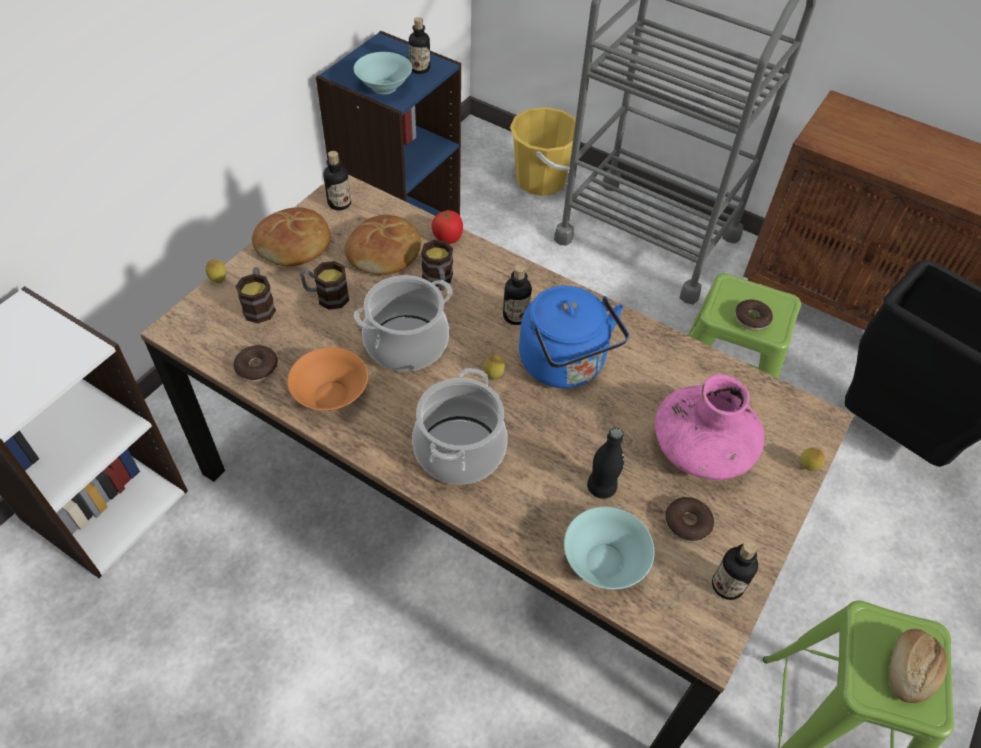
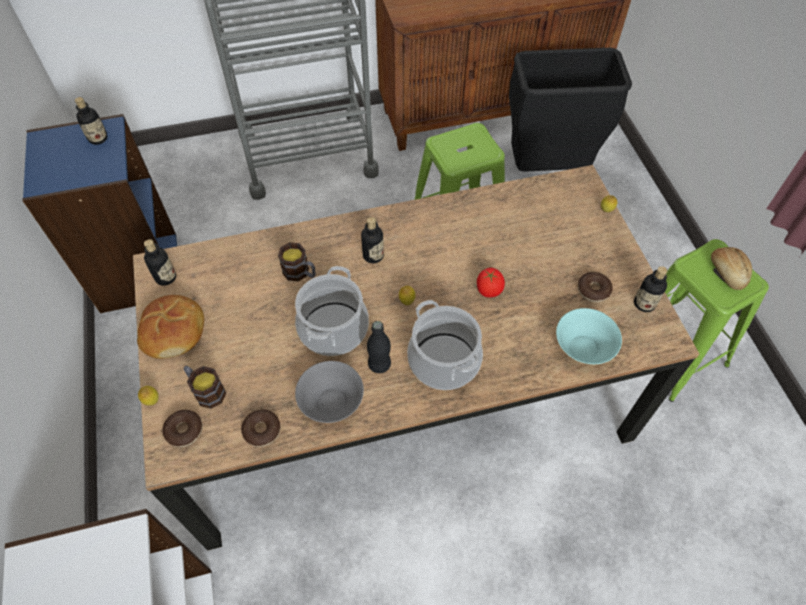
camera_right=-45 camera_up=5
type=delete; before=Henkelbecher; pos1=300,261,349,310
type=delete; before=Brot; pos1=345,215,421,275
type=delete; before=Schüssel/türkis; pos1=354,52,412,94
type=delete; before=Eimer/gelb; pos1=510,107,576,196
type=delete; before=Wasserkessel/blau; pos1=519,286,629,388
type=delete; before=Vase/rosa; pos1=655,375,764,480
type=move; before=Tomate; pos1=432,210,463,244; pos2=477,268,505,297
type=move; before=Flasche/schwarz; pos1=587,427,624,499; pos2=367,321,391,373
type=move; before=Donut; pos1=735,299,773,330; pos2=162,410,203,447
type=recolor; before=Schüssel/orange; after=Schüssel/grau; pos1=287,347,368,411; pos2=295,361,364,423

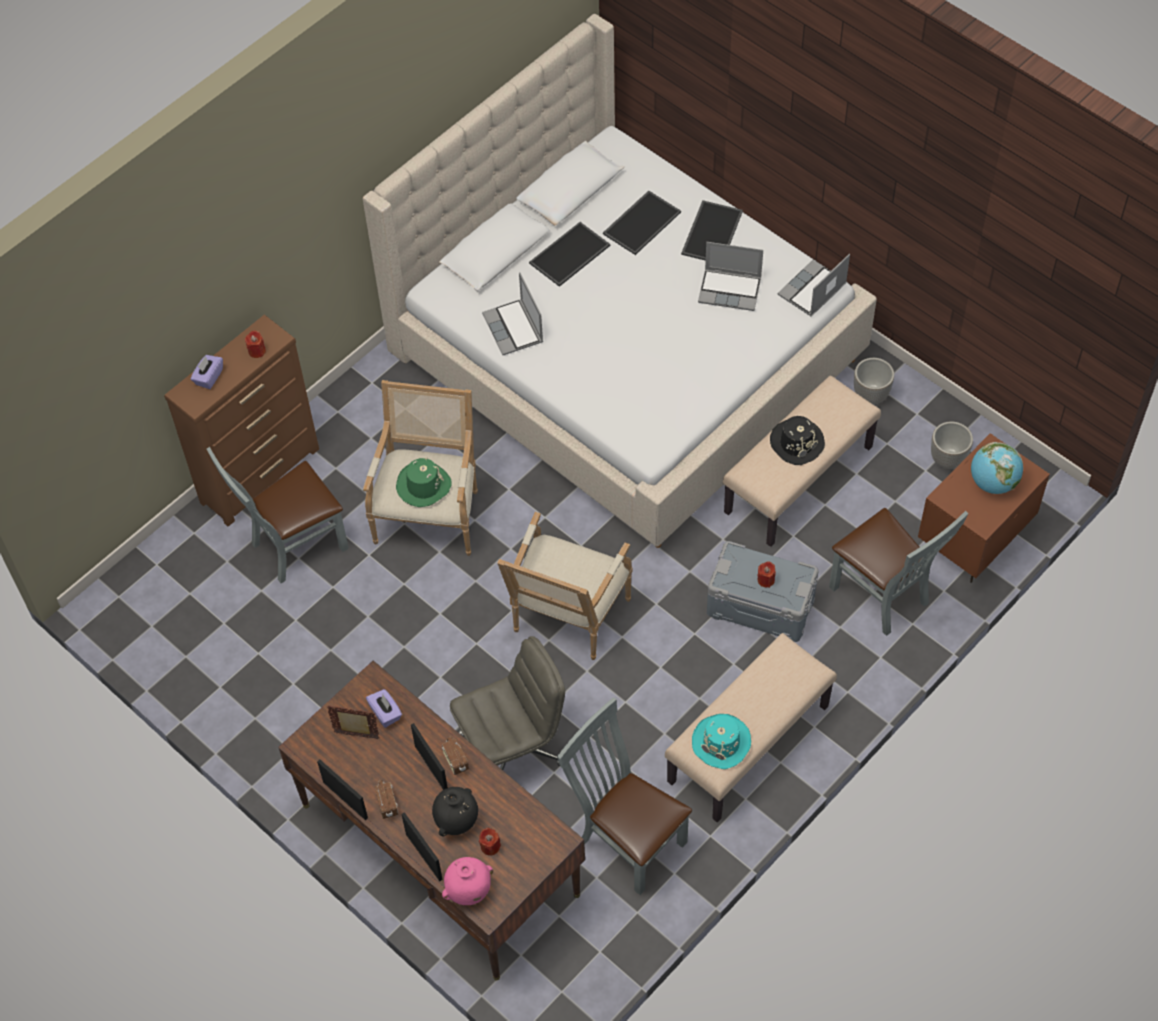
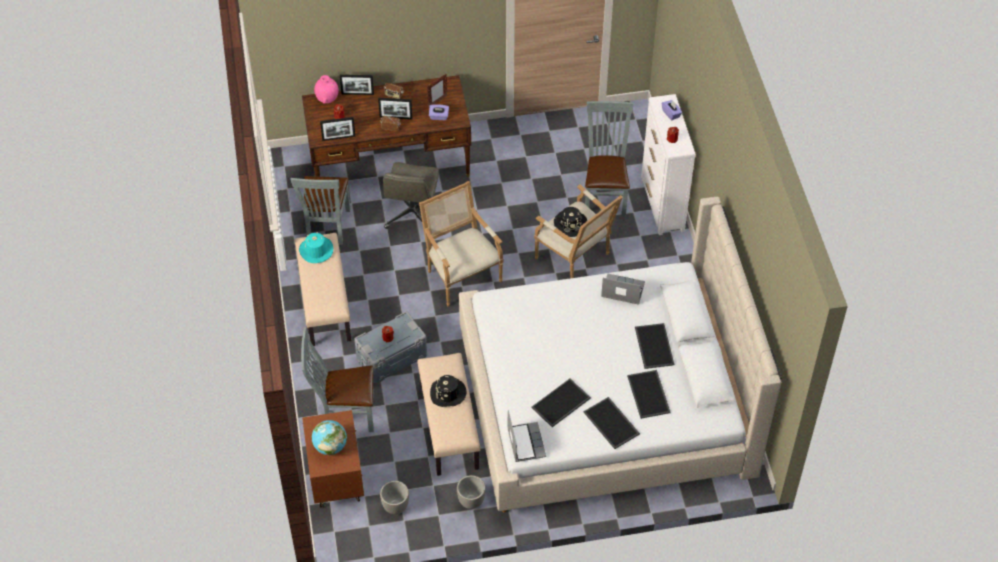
camera_right=125 camera_up=-5
type=delete; before=Vase/schwarz; pos1=432,787,478,836
type=move; before=Bilderrahmen; pos1=317,759,368,820; pos2=320,117,355,141
type=replace; before=Laptop; after=Tablett; pos1=698,242,763,311; pos2=531,379,591,427
type=recolor; before=Kommode/braun; after=Kommode/weiß; pos1=164,315,319,527; pos2=641,94,696,235
type=recolor; before=Hut/grün; after=Hut/schwarz; pos1=396,457,452,507; pos2=554,207,587,237
type=rotate; before=Stuhl/grau; pos1=557,697,692,895; pos2=290,176,350,245; turn=105

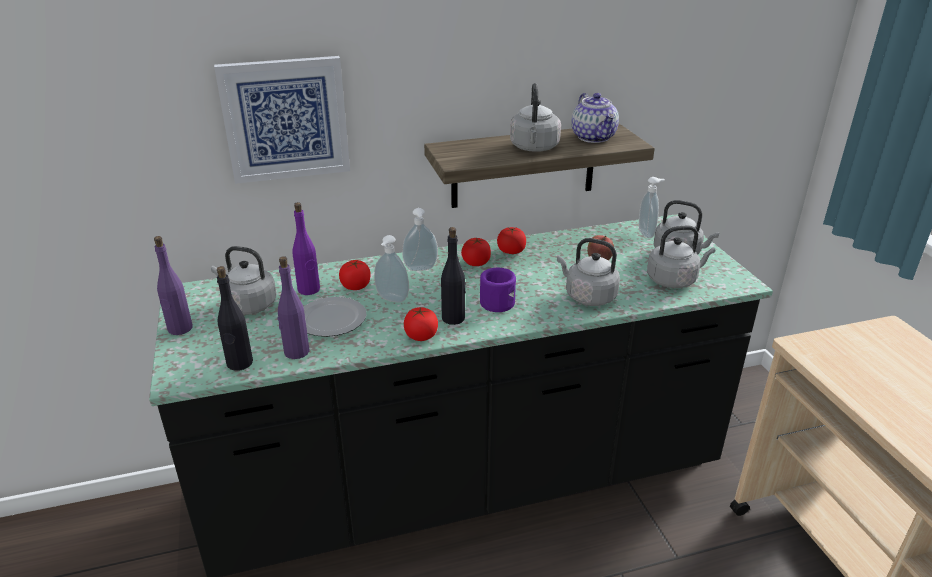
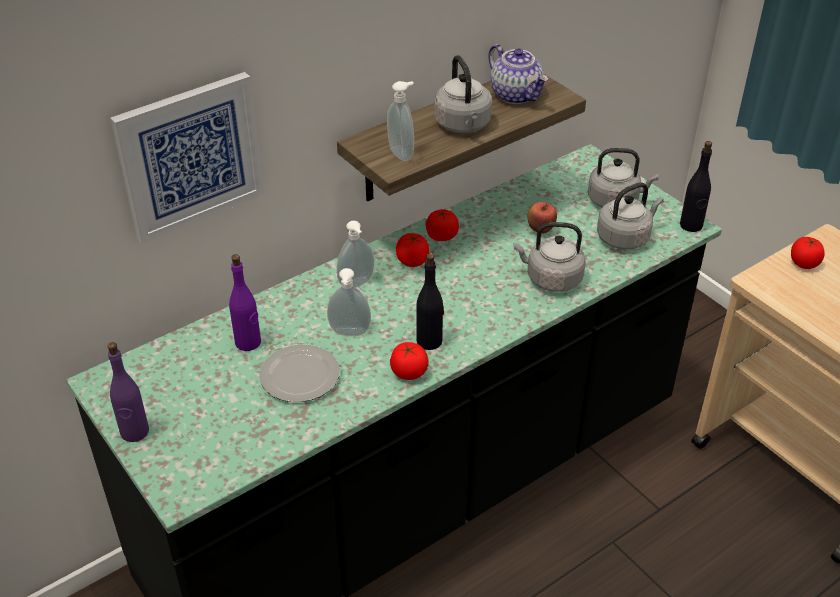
camera_right=-20 camera_up=10
type=delete; before=Wasserkessel/grau; pos1=211,246,277,315
type=delete; before=Flasche/lila; pos1=278,256,309,359
type=delete; before=Henkelbecher/lila; pos1=480,268,516,312
type=move; before=Flasche/schwarz; pos1=217,266,253,371; pos2=680,141,712,232
type=move; before=Tomate; pos1=339,260,371,290; pos2=791,237,825,269
type=move; before=Seifenspender; pos1=639,177,665,238; pos2=387,81,414,161

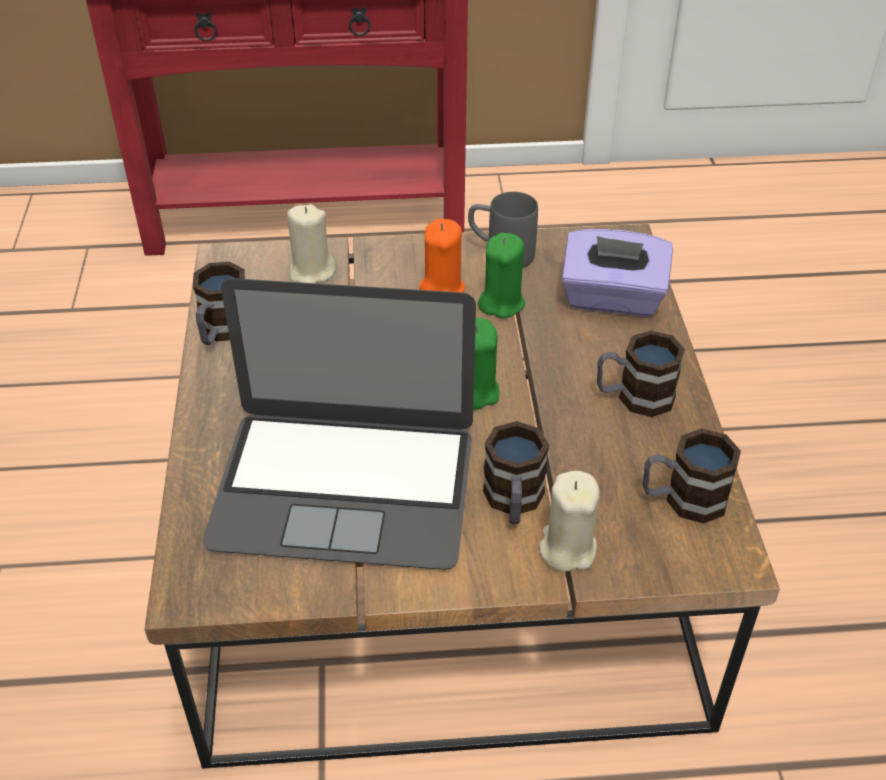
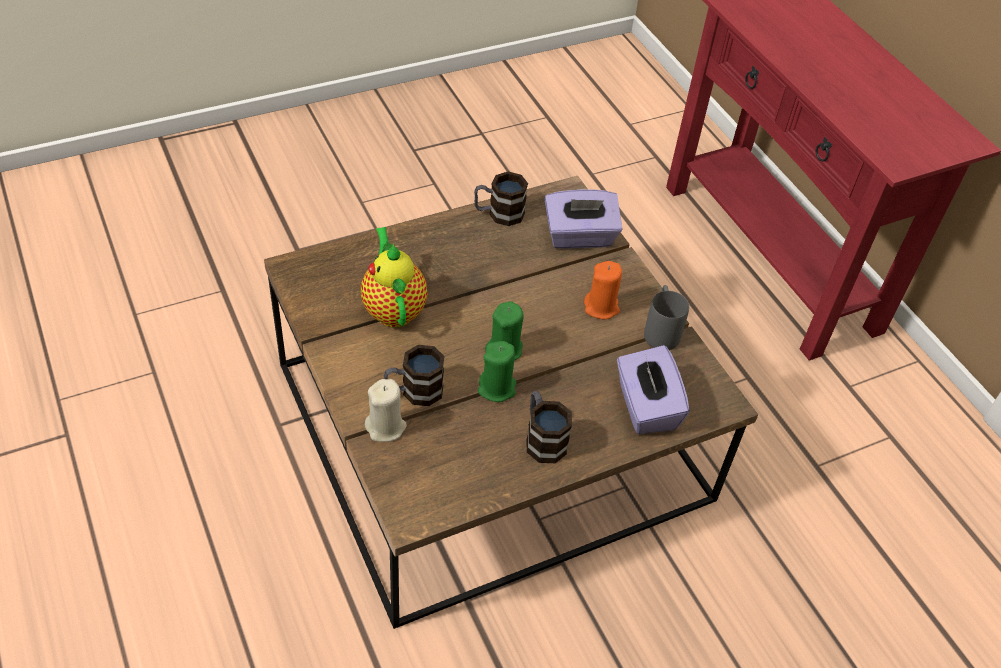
camera_right=65 camera_up=5
type=delete; before=Henkelbecher; pos1=643,428,741,523
type=move; before=Kerze/grün; pos1=478,233,525,318; pos2=478,341,516,402
type=replace; before=Laptop; after=Teekanne; pos1=202,278,476,570; pos2=361,227,427,327
type=replace; before=Kerze/beige; after=Taschentuchbox/lila; pos1=287,205,336,283; pos2=544,189,622,249

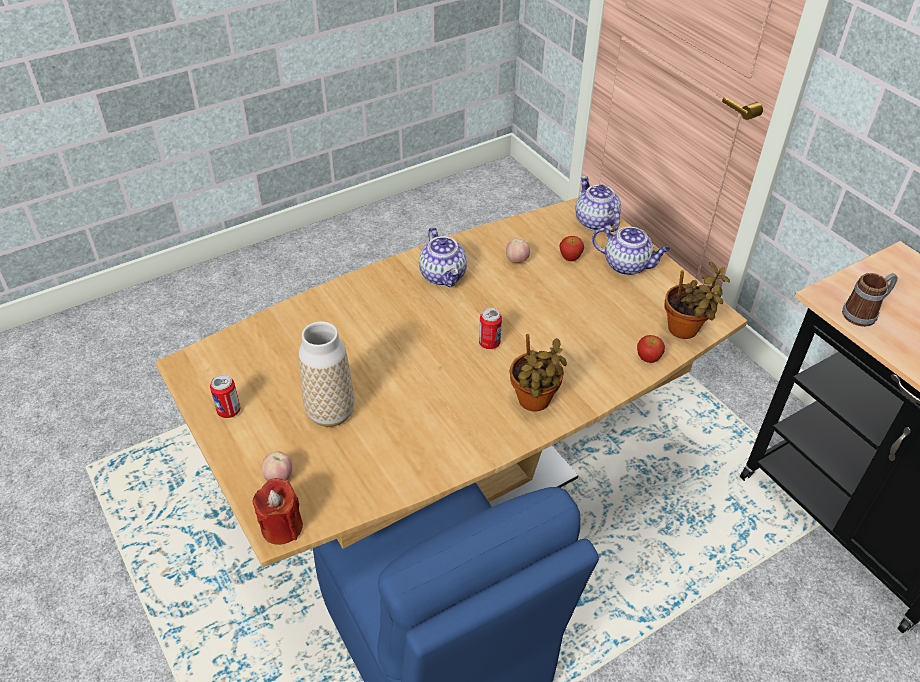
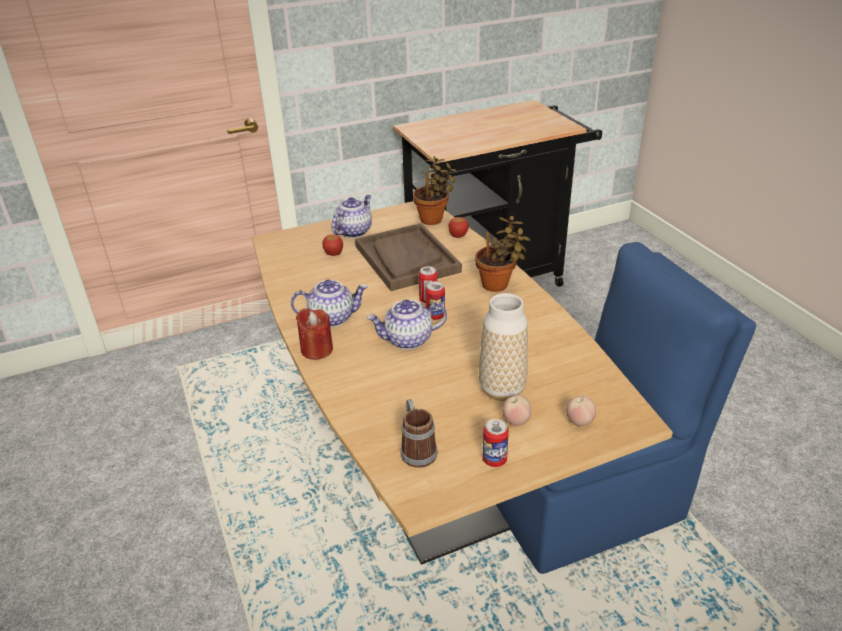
camera_right=-80 camera_up=-10
type=insert; after=Tablett/braun; pos2=355,223,462,291
type=insert; after=Dose; pos2=425,282,445,320
type=move; before=Kerze/rot; pos1=253,478,303,545; pos2=296,309,333,360
type=move; before=Apfel; pos1=506,239,530,263; pos2=502,395,531,426
type=move; before=Teekanne; pos1=575,176,621,232; pos2=367,299,447,350
type=move; before=Henkelbecher; pos1=842,273,898,327; pos2=400,399,438,468

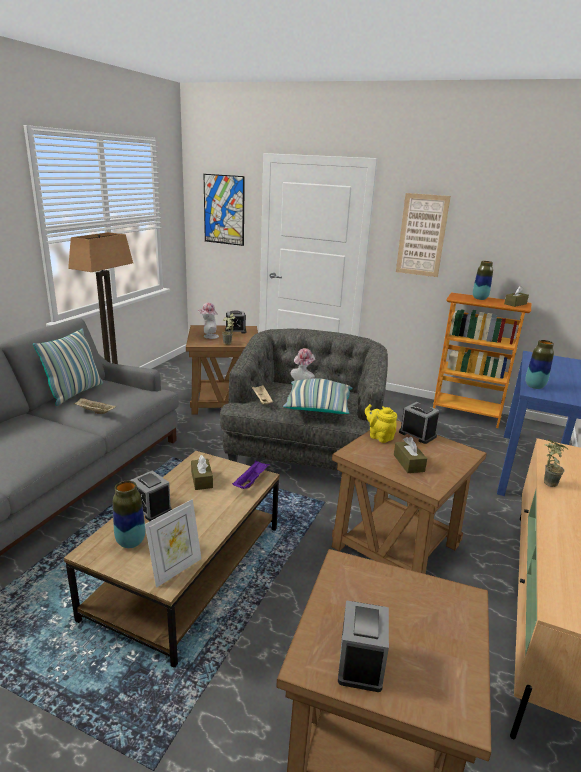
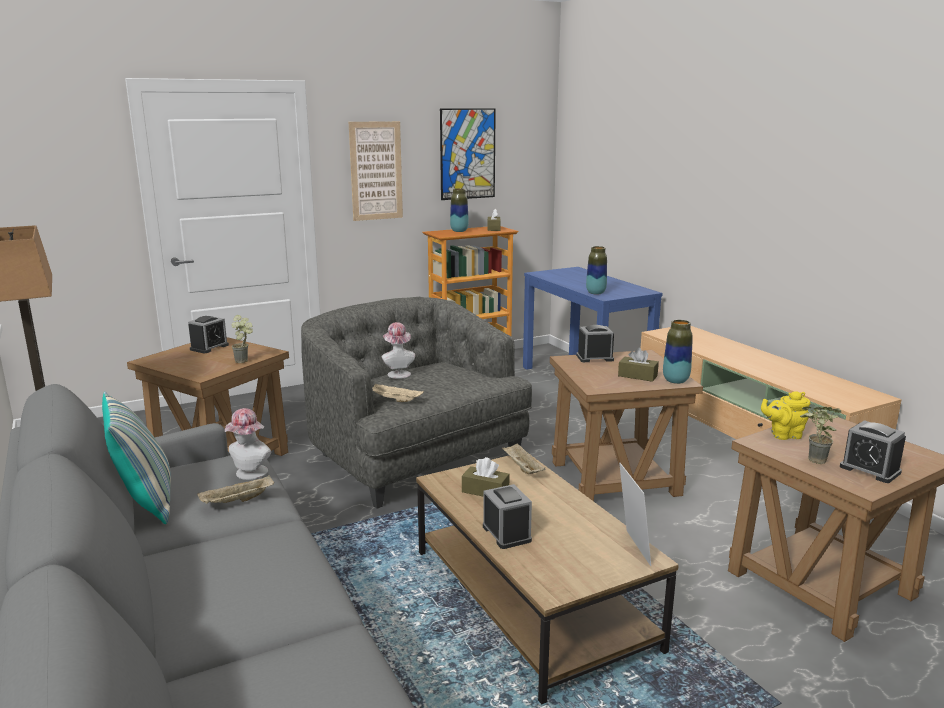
camera_right=-50 camera_up=-5
type=delete; before=Kissen; pos1=283,378,352,414
type=move; before=Vase; pos1=113,481,145,548; pos2=663,320,693,384
type=move; before=Hut; pos1=198,303,219,339; pos2=225,408,271,480
type=move; before=Bild; pos1=204,174,245,246; pos2=440,108,496,200
type=move; before=Teekanne/gelb; pos1=365,404,397,443; pos2=761,391,810,440
type=move; before=Topfpflanze; pos1=544,439,568,487; pos2=800,407,841,464
type=recolor; before=Tablett/lila; after=Tablett/beige; pos1=232,460,270,489; pos2=502,443,546,474
type=rotate; before=Wecker; pos1=130,471,172,521; pos2=483,484,532,549; turn=-105

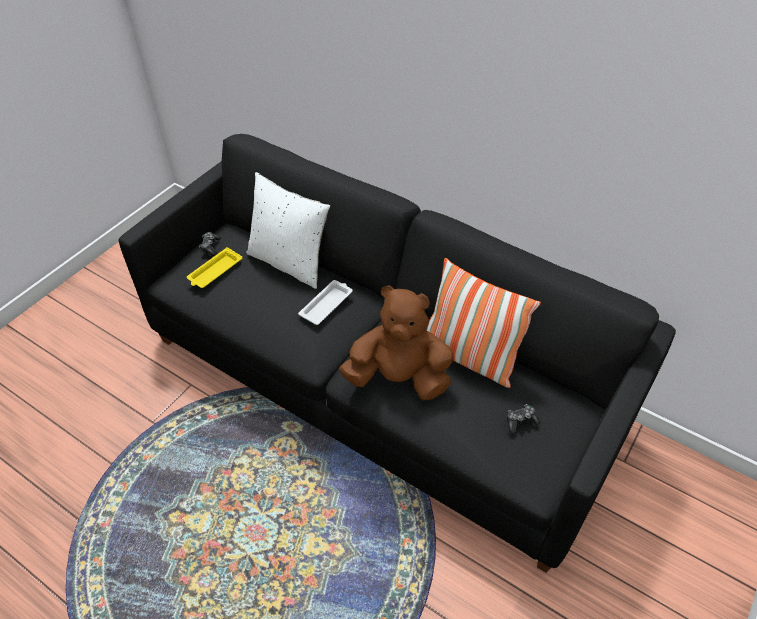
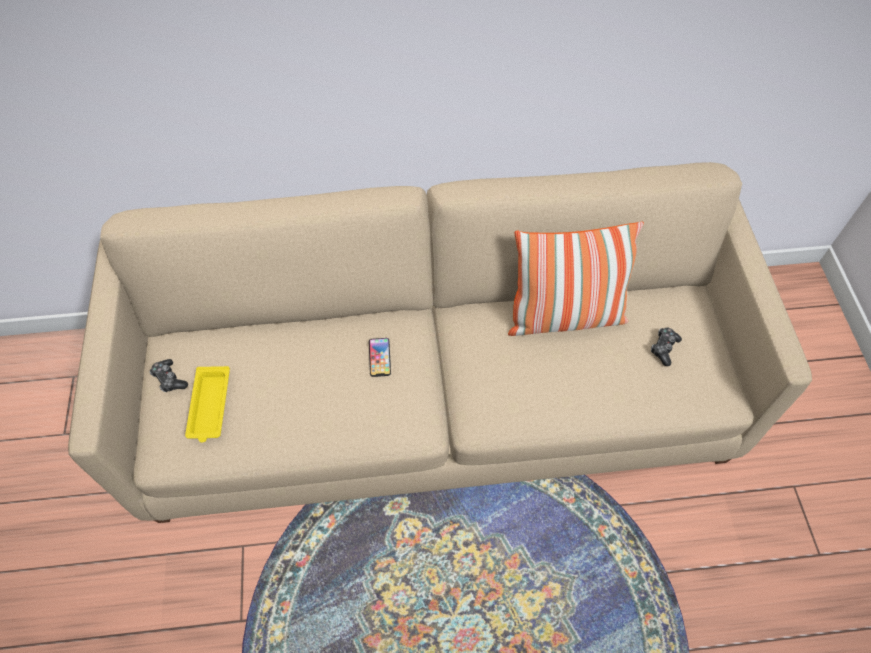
camera_right=-40 camera_up=10
type=delete; before=Kissen/weiß; pos1=246,172,330,289
type=delete; before=Plüschtier/braun; pos1=339,286,454,400
type=replace; before=Tablett/weiß; after=Handy; pos1=298,280,353,325; pos2=369,338,391,377
type=recolor; before=Sofa/schwarz; after=Sofa/beige; pos1=118,134,676,573; pos2=68,162,812,523

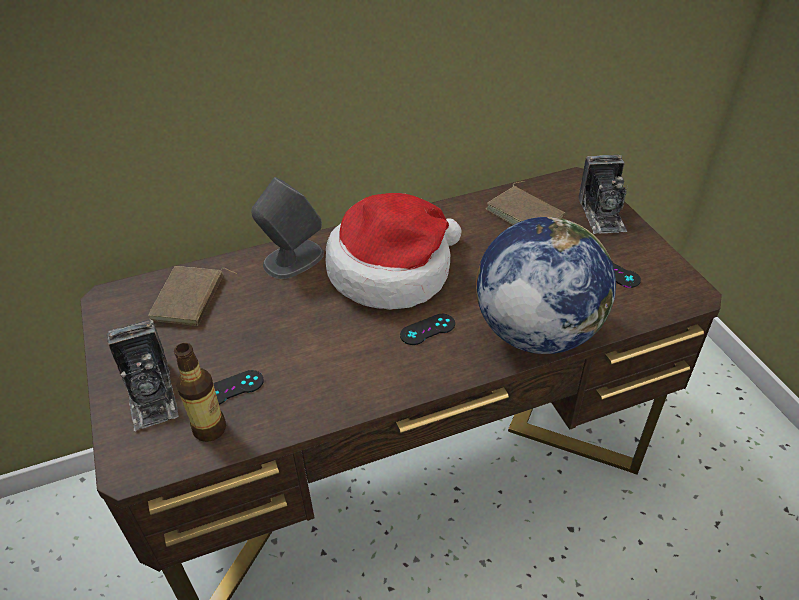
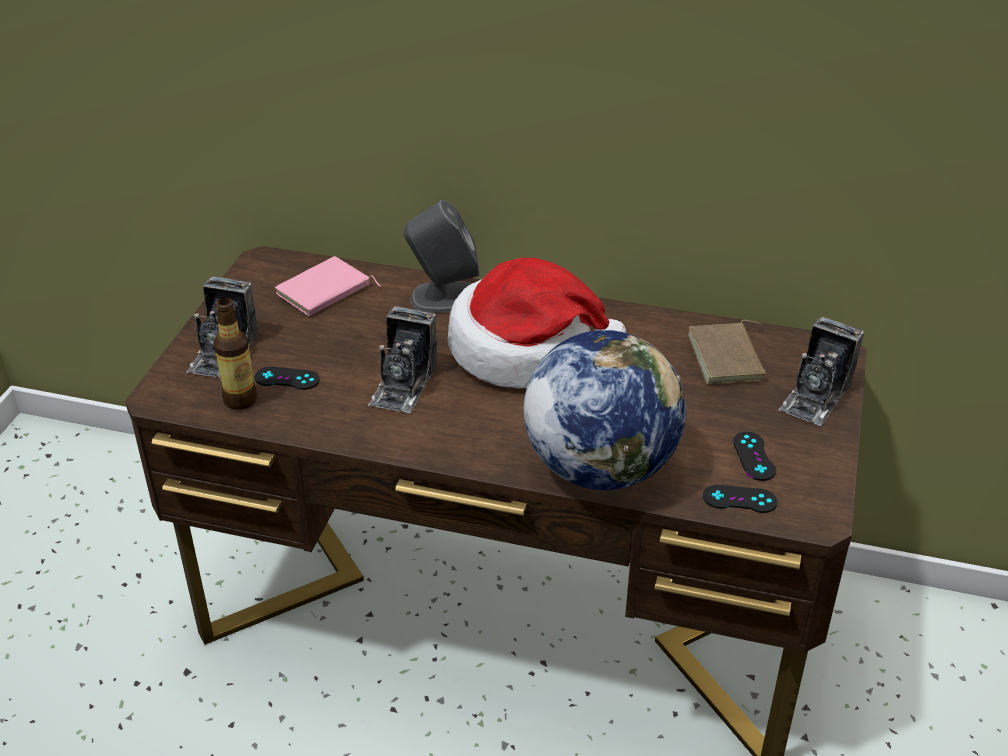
camera_right=35 camera_up=-5
type=insert; after=Kamera; pos2=368,306,437,413
type=move; before=Gamepad/schwarz; pos1=400,314,455,345; pos2=703,485,778,513
type=recolor; before=Buch/braun; after=Buch/rosa; pos1=148,266,237,326; pos2=275,256,380,316

